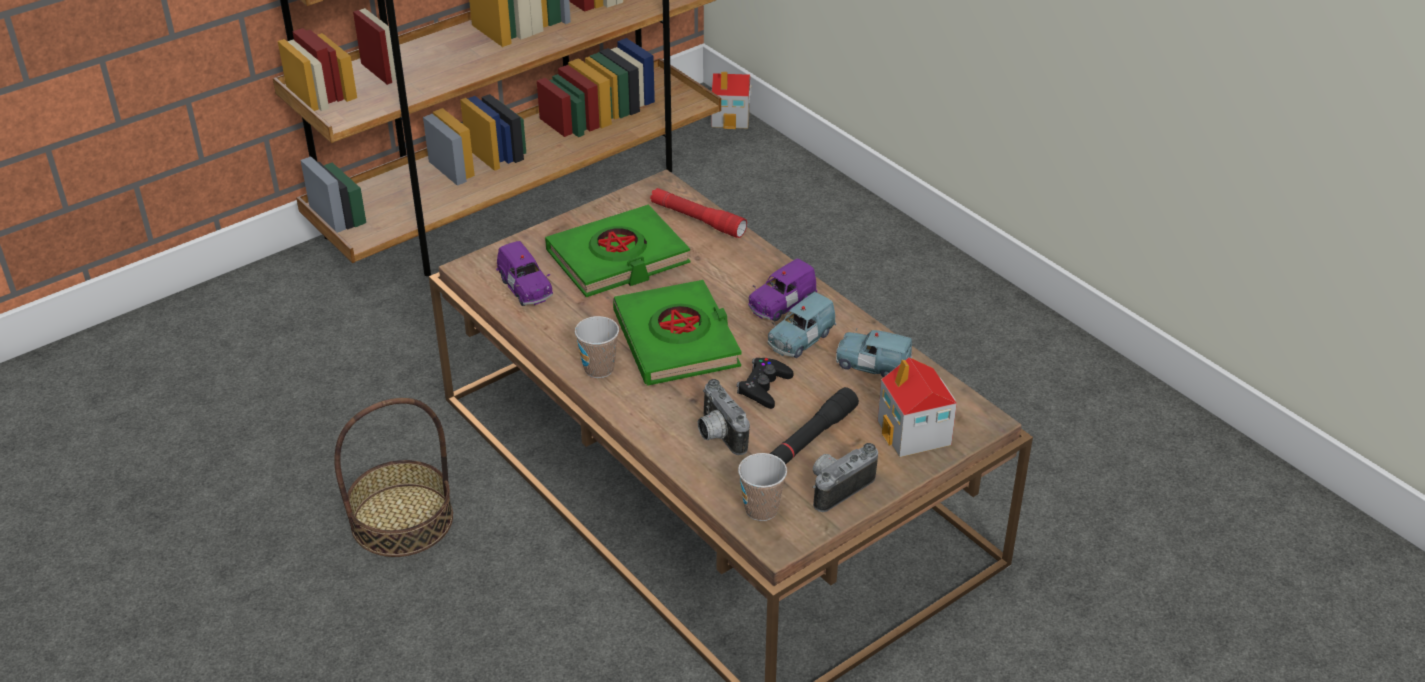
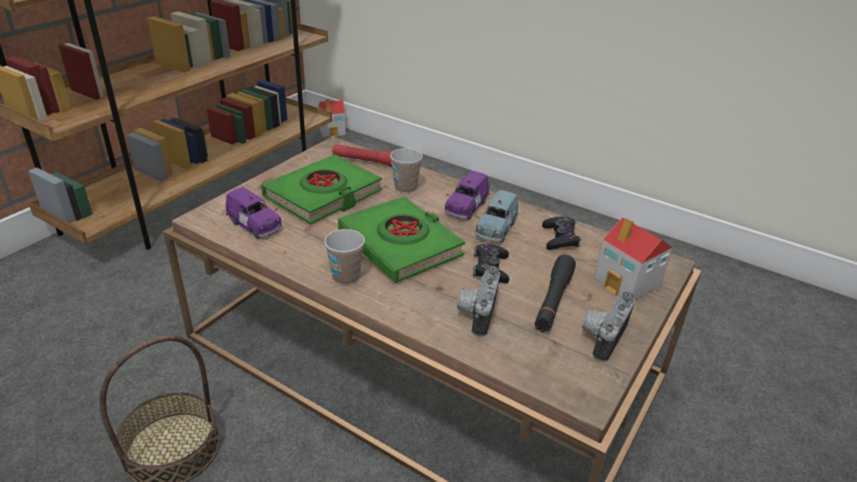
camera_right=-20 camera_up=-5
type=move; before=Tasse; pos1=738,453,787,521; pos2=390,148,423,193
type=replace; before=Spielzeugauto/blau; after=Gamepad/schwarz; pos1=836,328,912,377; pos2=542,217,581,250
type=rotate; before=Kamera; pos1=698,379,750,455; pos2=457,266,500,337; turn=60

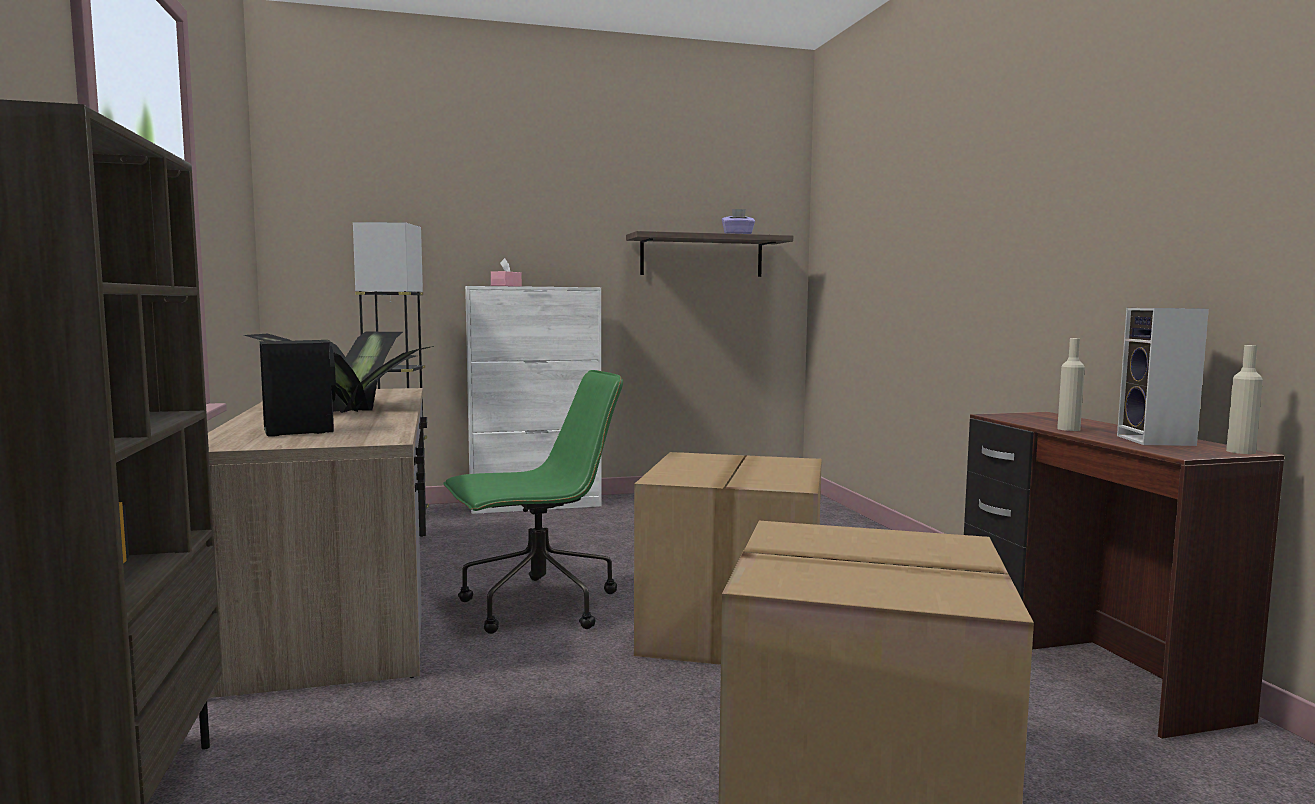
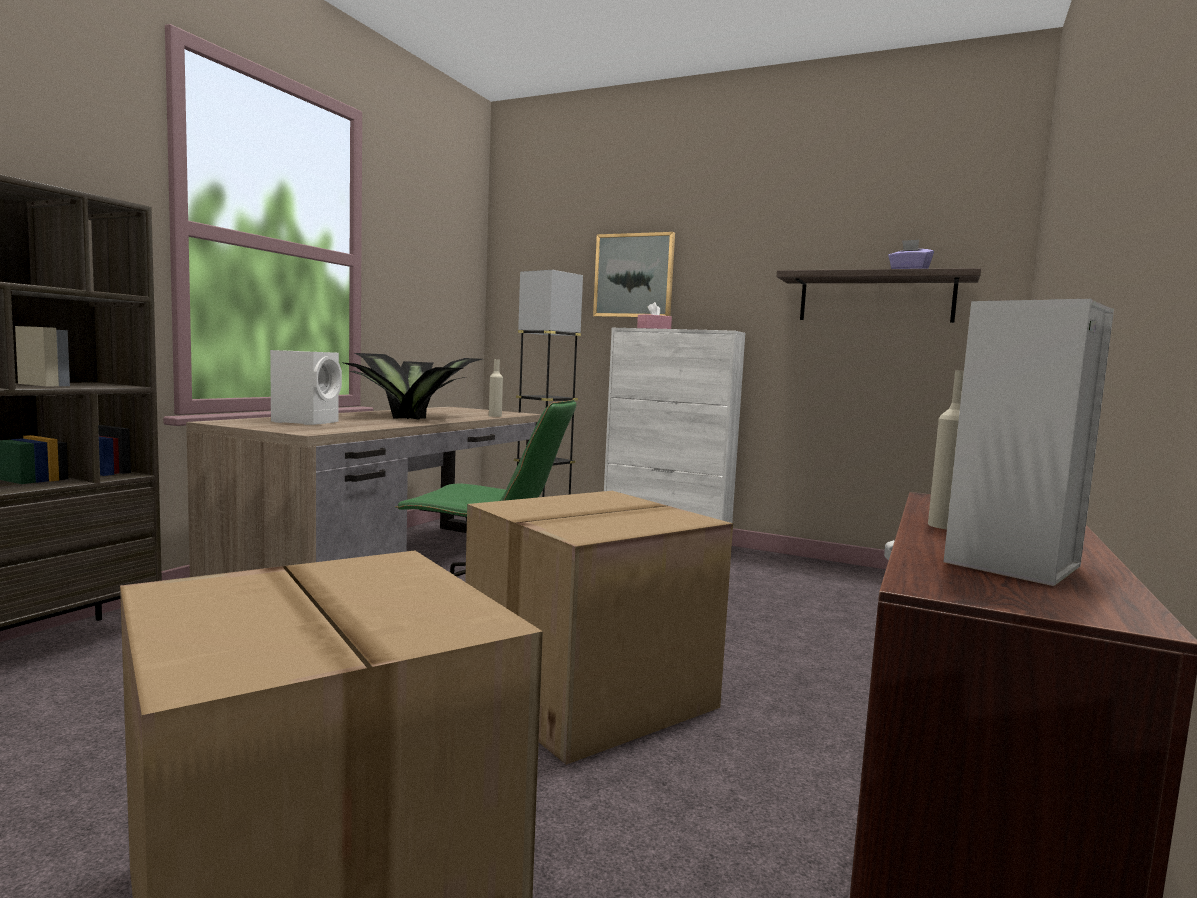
camera_right=40 camera_up=0
type=insert; after=Bild; pos2=593,232,675,317
type=move; before=Flasche/beige; pos1=1226,345,1263,454; pos2=489,359,503,417
type=recolor; before=Lautsprecher/schwarz; after=Lautsprecher/weiß; pos1=260,340,336,437; pos2=270,350,342,425

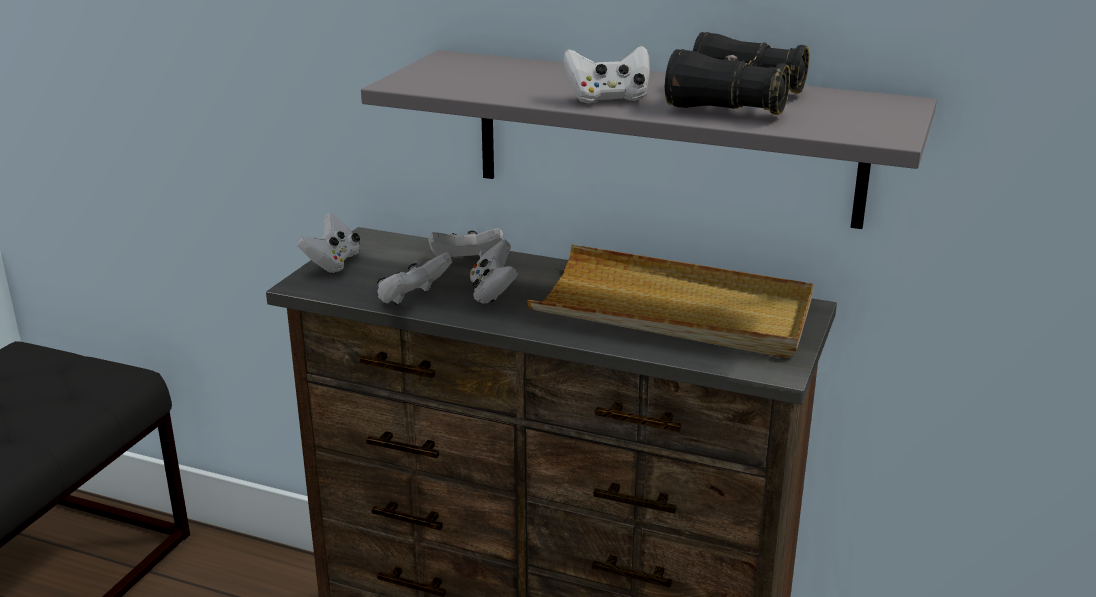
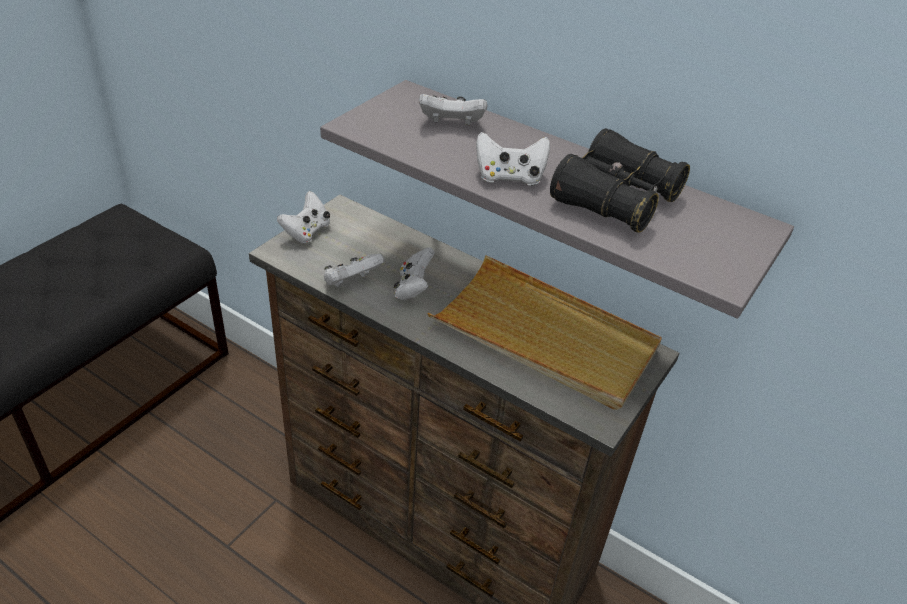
camera_right=10 camera_up=15
type=move; before=Gamepad/weiß; pos1=428,228,503,258; pos2=419,94,487,125

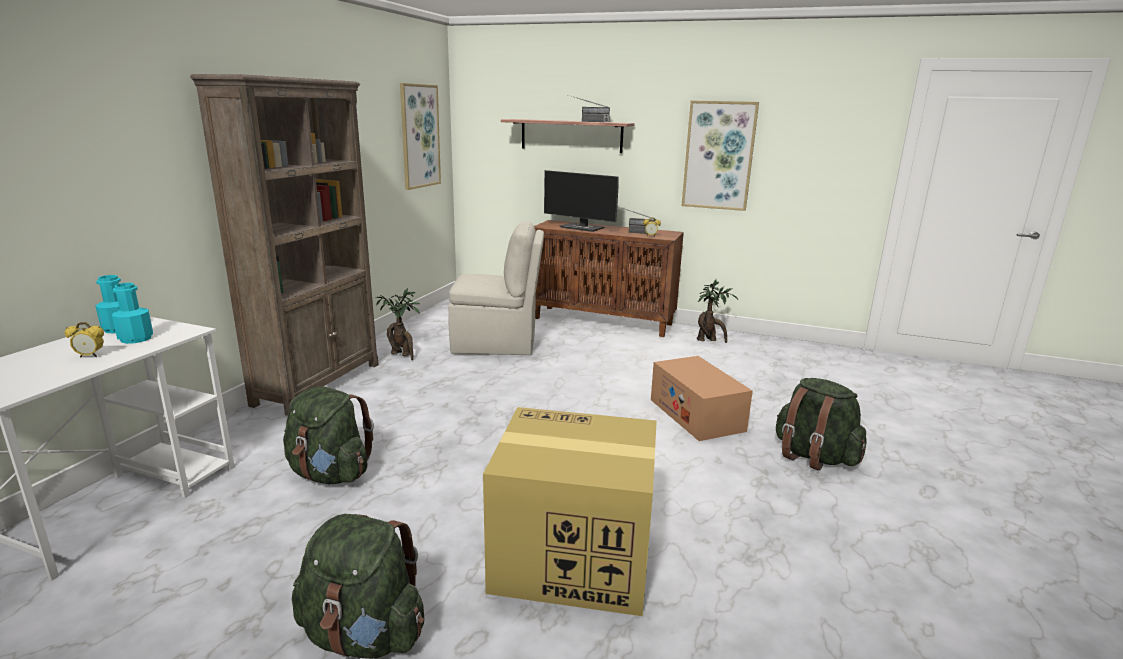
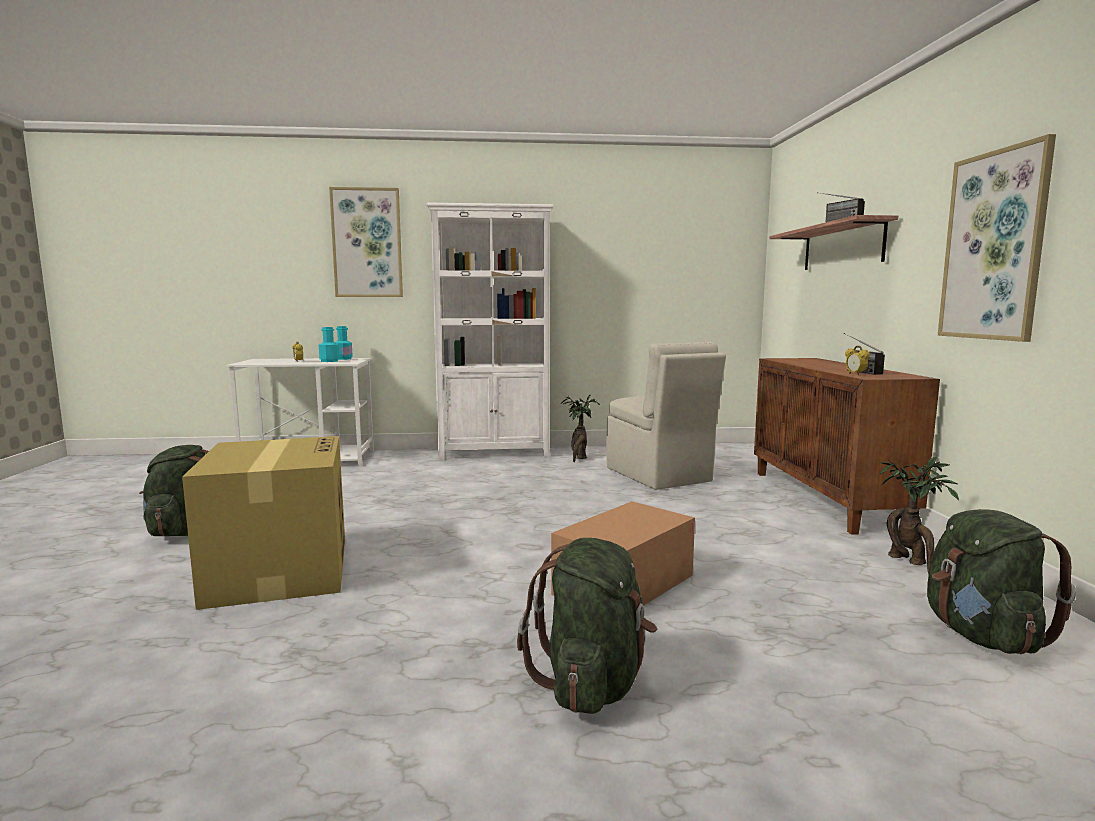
camera_right=65 camera_up=-10
type=delete; before=Monitor; pos1=544,170,619,232
type=move; before=Rucksack/grün; pos1=283,386,374,485; pos2=927,509,1076,654
type=move; before=Bild; pos1=400,83,441,190; pos2=329,187,403,297
type=recolor; before=Bücherregal/braun; after=Bücherregal/weiß; pos1=190,74,379,416; pos2=426,203,554,460

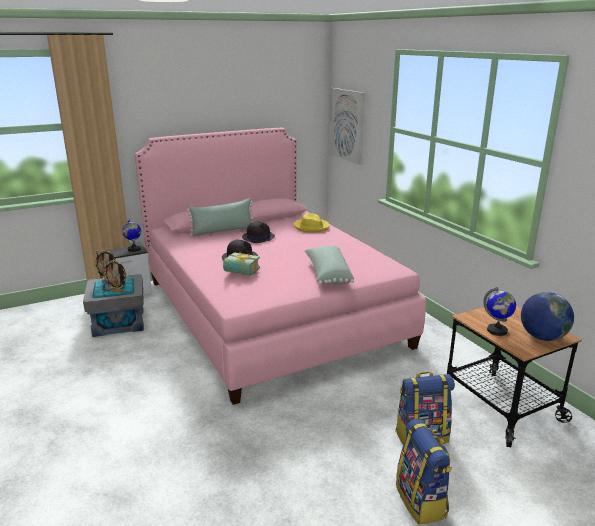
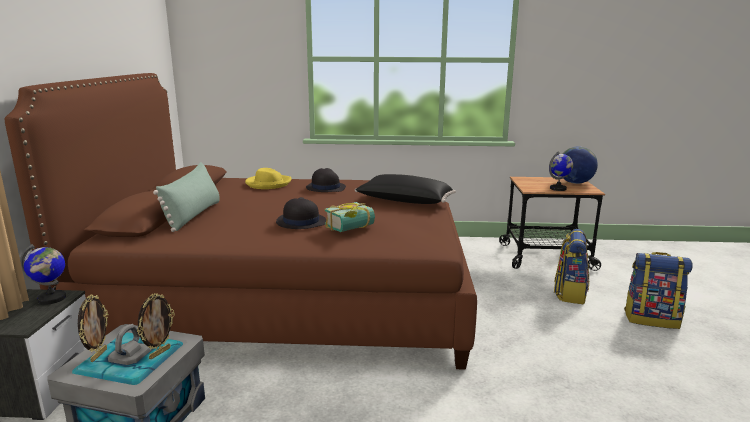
camera_right=-60 camera_up=-5
type=delete; before=Bild; pos1=330,88,365,165
type=move; before=Hut/schwarz; pos1=242,221,275,243; pos2=306,168,346,192
type=recolor; before=Bett/rosa; after=Bett/braun; pos1=135,128,426,405; pos2=4,73,477,370
type=recolor; before=Kissen/grün; after=Kissen/schwarz; pos1=305,246,354,284; pos2=355,174,456,204

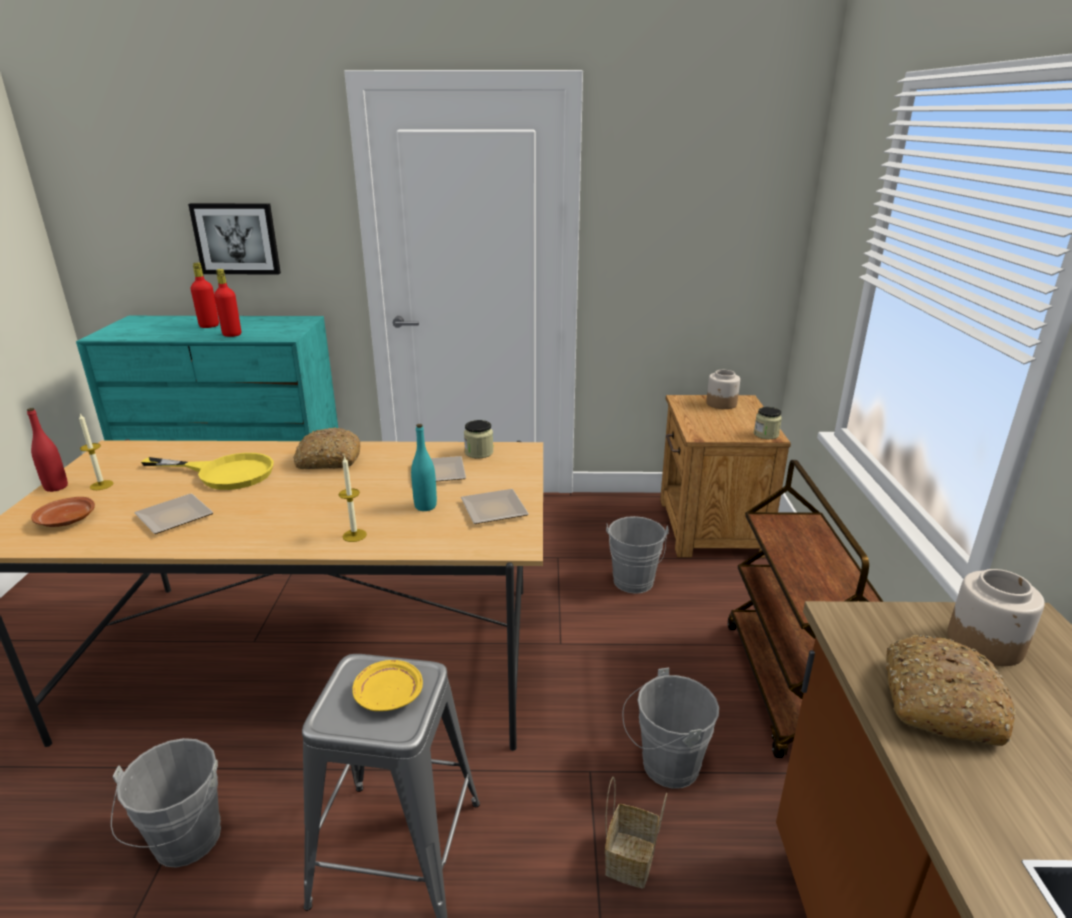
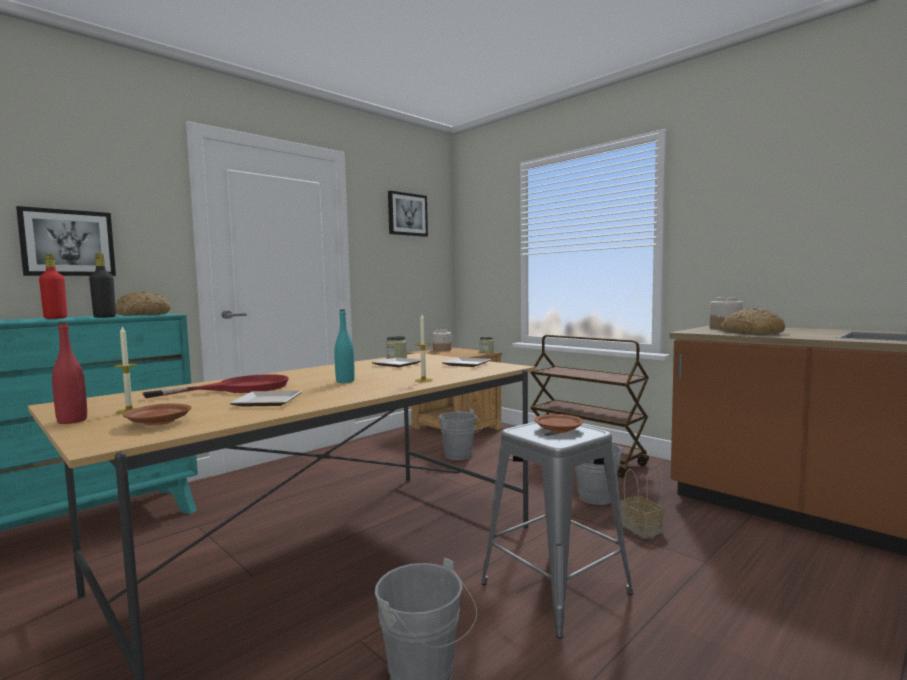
camera_right=-45 camera_up=-20
type=insert; after=Bild; pos2=388,191,428,237
type=move; before=Brot; pos1=293,428,360,469; pos2=115,291,170,316
type=move; before=Flasche/türkis; pos1=411,424,437,511; pos2=334,309,355,383
type=recolor; before=Pfanne/gelb; after=Pfanne/rot; pos1=141,453,274,490; pos2=142,374,289,398
type=recolor; before=Flasche/rot; after=Flasche/schwarz; pos1=214,269,241,337; pos2=89,253,116,318
type=recolor; before=Teller/gelb; after=Teller/braun; pos1=352,660,423,711; pos2=534,414,583,433

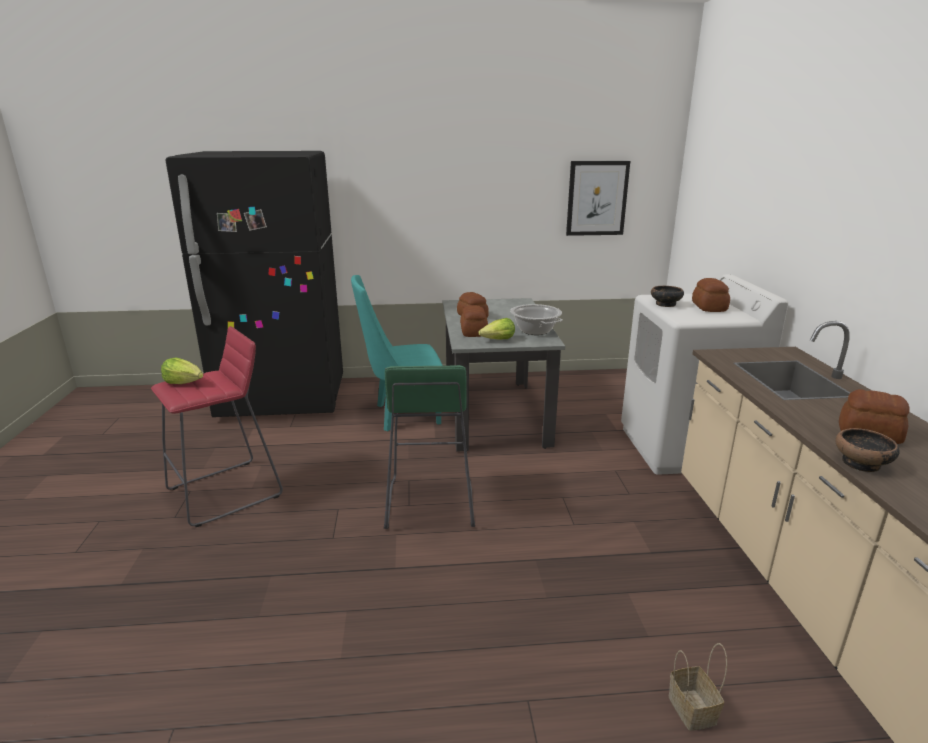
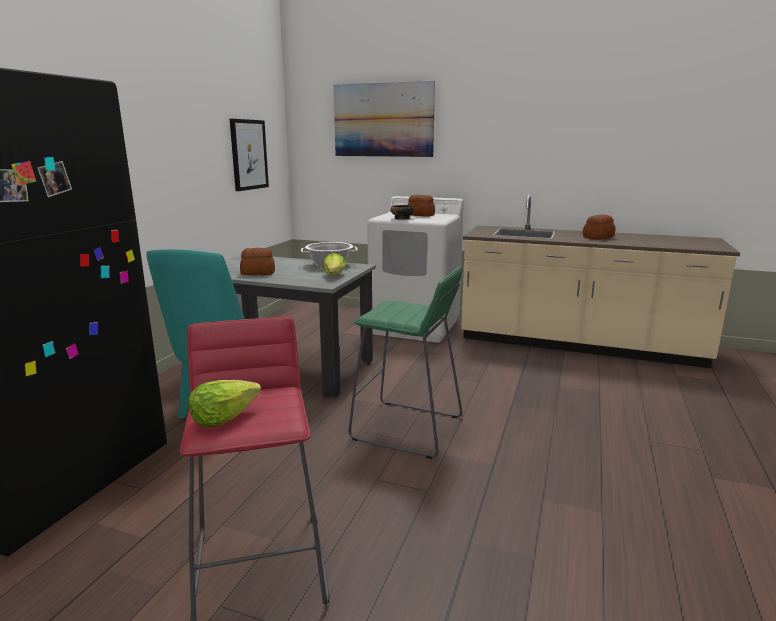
camera_right=-65 camera_up=-5
type=delete; before=Brot; pos1=460,305,488,337
type=delete; before=Korb; pos1=669,643,727,731
type=delete; before=Schüssel; pos1=835,428,900,472
type=insert; after=Bild; pos2=334,81,435,157

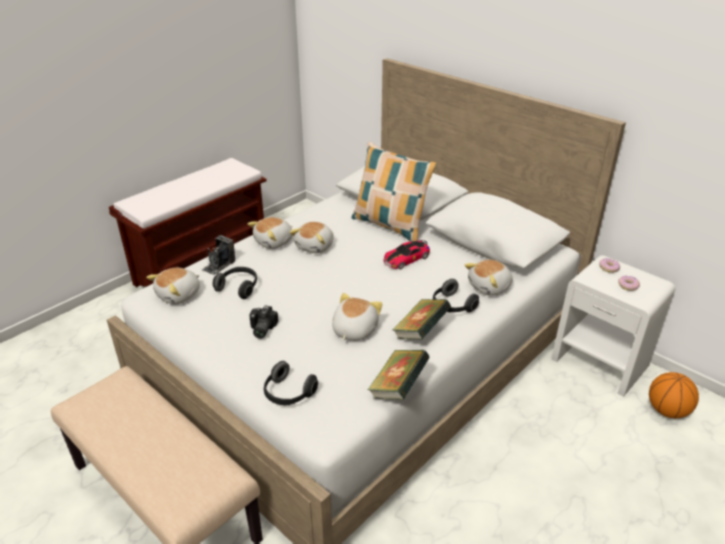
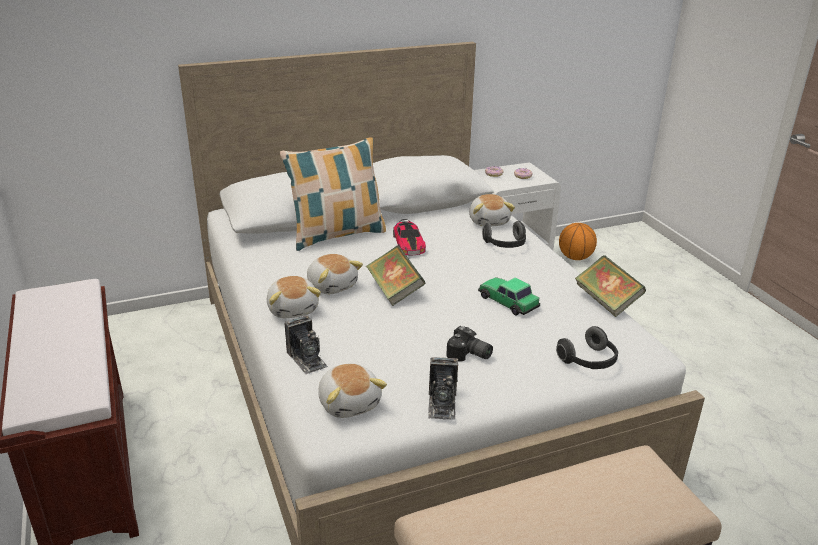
camera_right=-65 camera_up=-5
type=delete; before=Kopfhörer; pos1=212,267,257,299
type=insert; after=Kamera; pos2=428,357,458,420
type=move; before=Buch; pos1=393,299,451,340; pos2=366,246,425,306
type=replace; before=Plüschtier; after=Spielzeugauto; pos1=332,293,382,341; pos2=478,277,540,316

